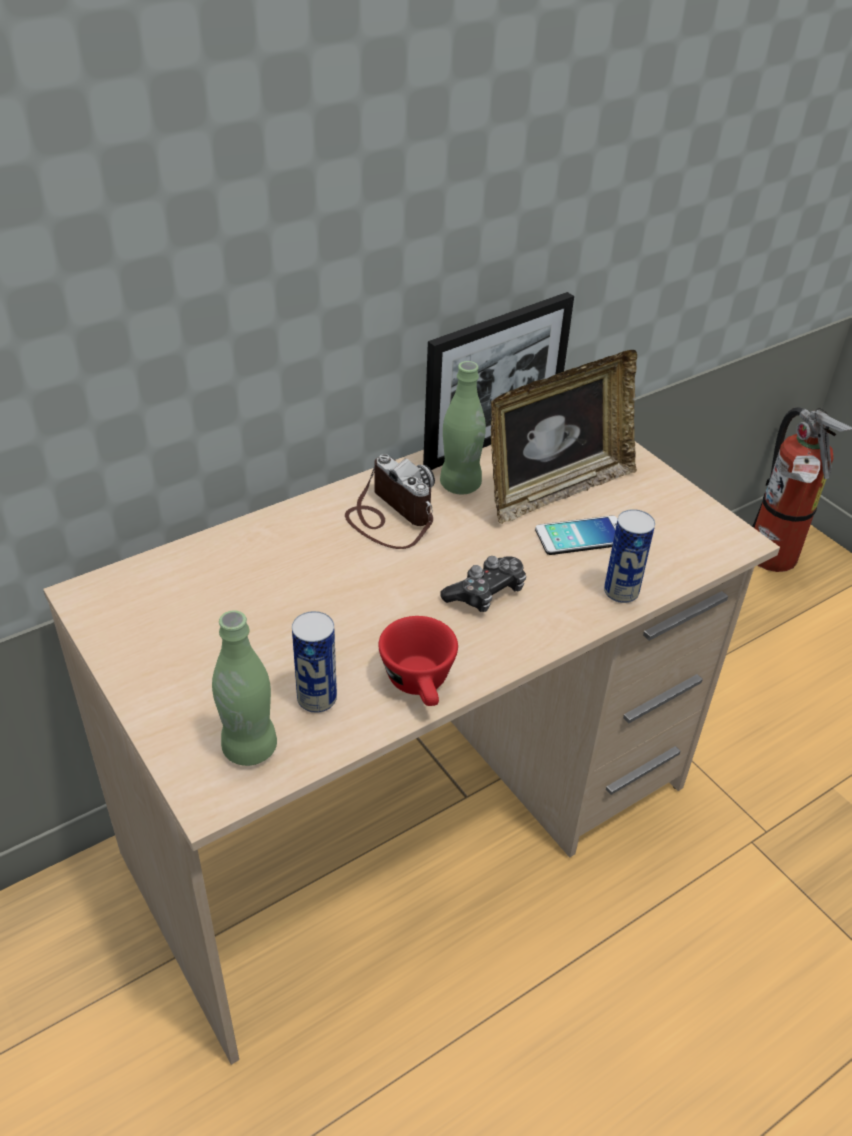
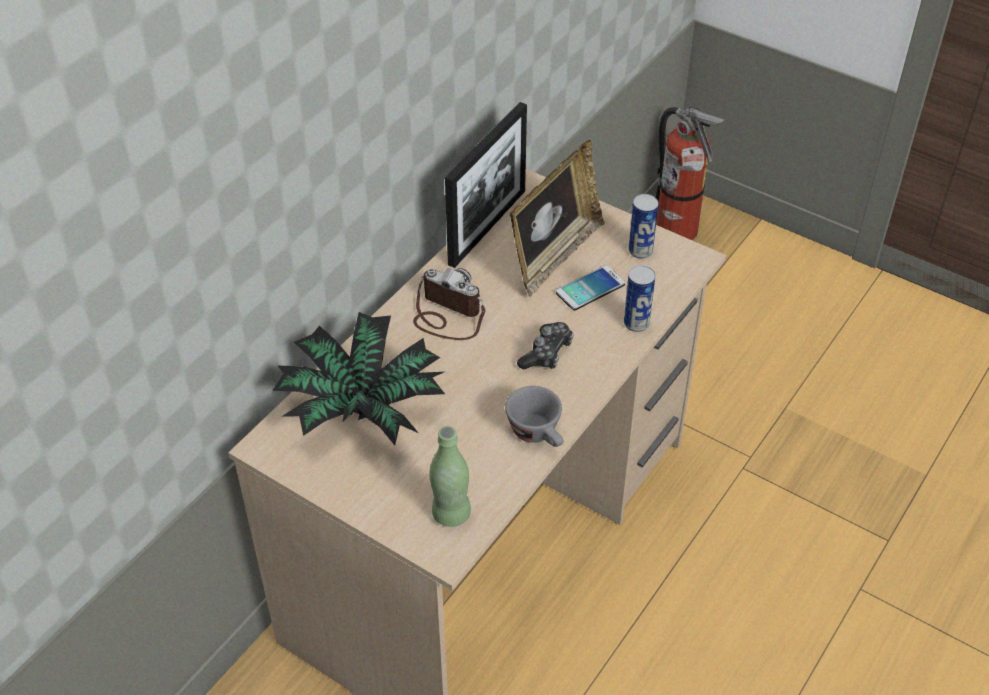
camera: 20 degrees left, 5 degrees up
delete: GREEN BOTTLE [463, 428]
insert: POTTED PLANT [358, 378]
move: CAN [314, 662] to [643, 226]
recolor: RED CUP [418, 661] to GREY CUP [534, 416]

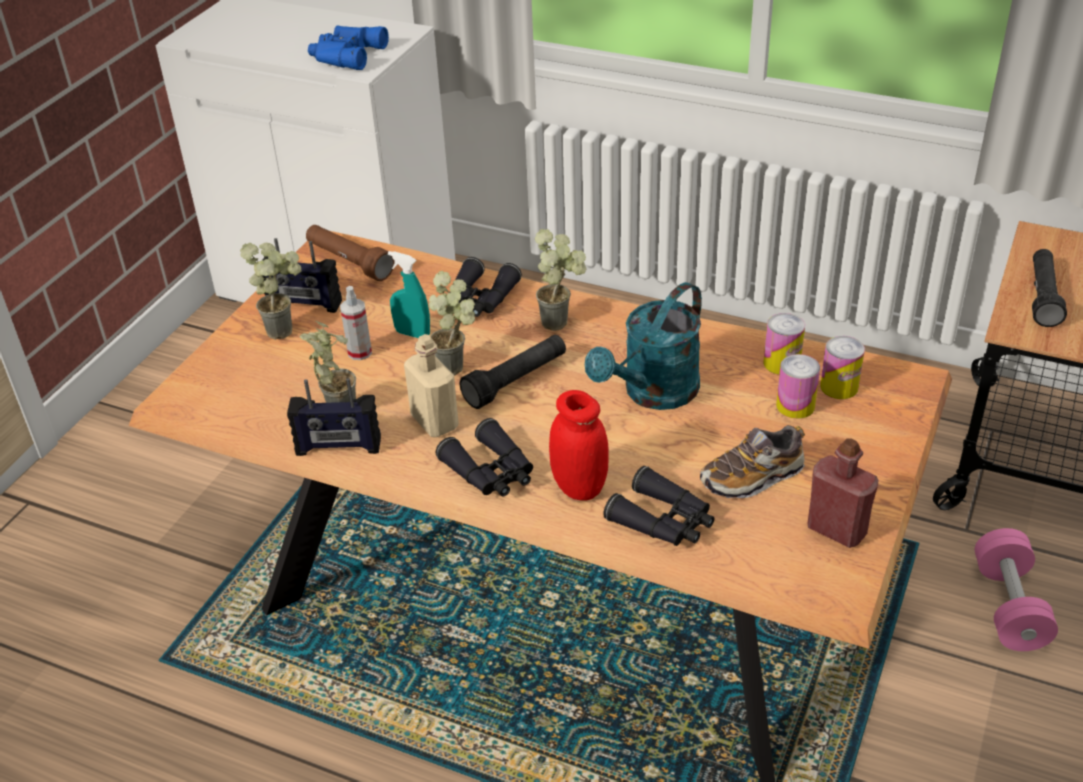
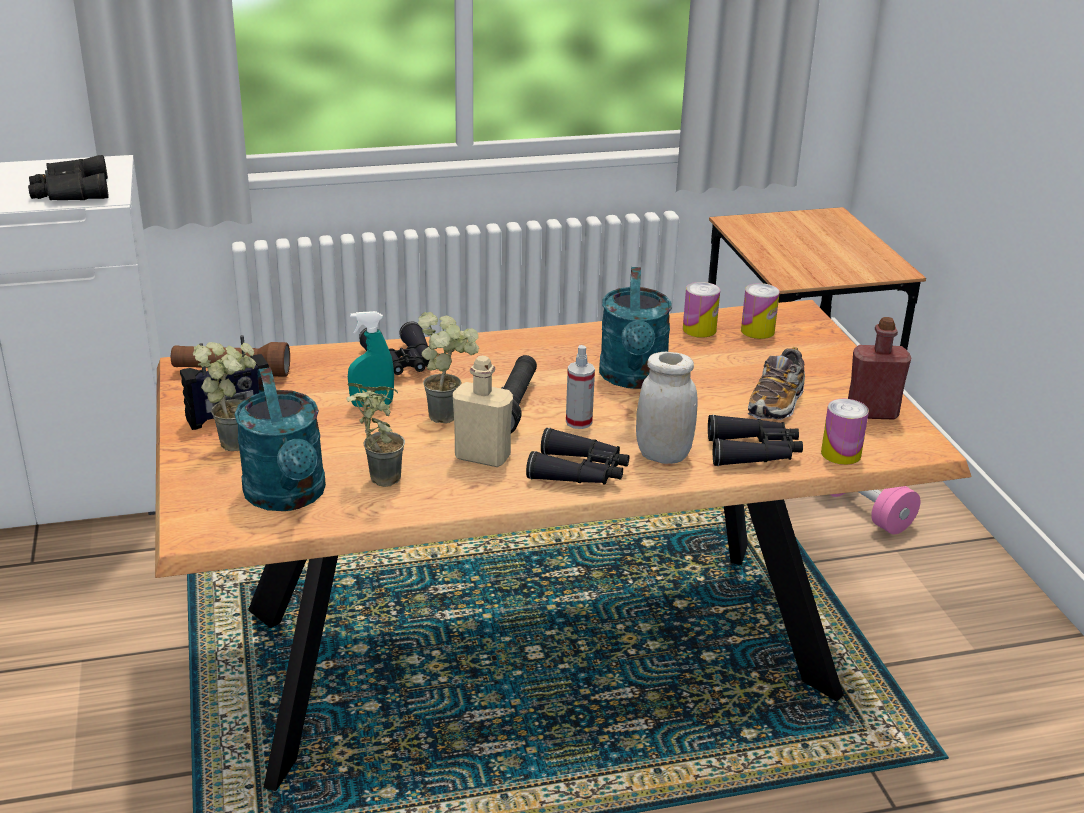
camera: 40 degrees left, 10 degrees down
delete: POTTED PLANT [560, 280]; BLACK FLASHLIGHT [1049, 288]; RADIO [334, 417]
insert: TURQUOISE WATERING CAN [280, 439]
move: SPRAY BOTTLE [356, 323] to [580, 387]; CAN [798, 386] to [845, 432]
recolor: BLUE BINOCULARS [348, 47] to BLACK BINOCULARS [68, 177]; RED JAR [579, 445] to WHITE JAR [667, 408]

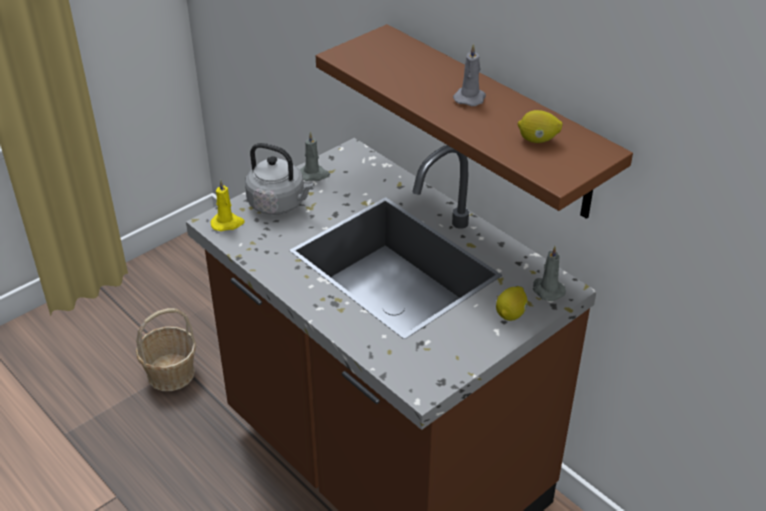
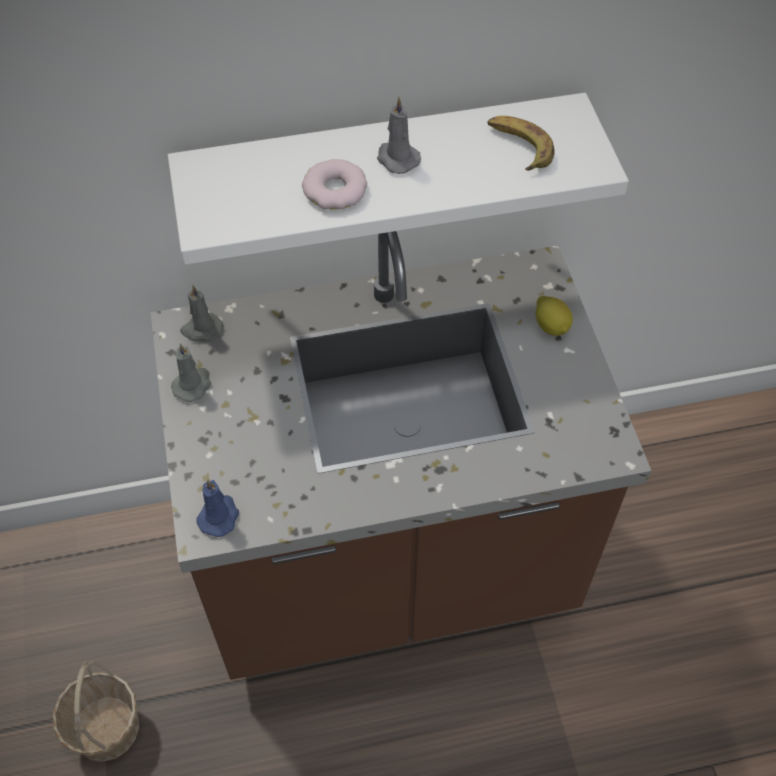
camera: 60 degrees left, 15 degrees up
delete: GREY KETTLE [280, 179]
insert: DONUT [334, 184]
move: GREY CANDLE [549, 273] to [201, 313]
replace: LEMON [540, 126] to BANANA [521, 143]
recolor: BROWN SHELF [474, 121] to WHITE SHELF [398, 179]; YELLOW CANDLE [227, 205] to BLUE CANDLE [217, 508]

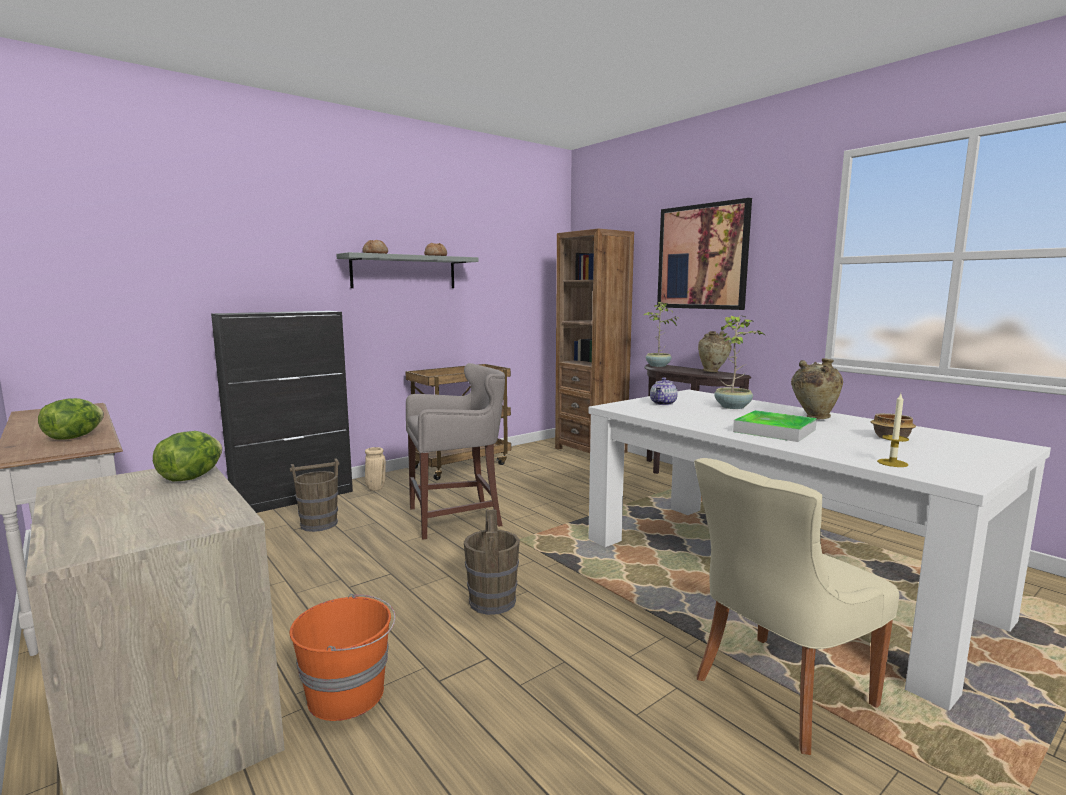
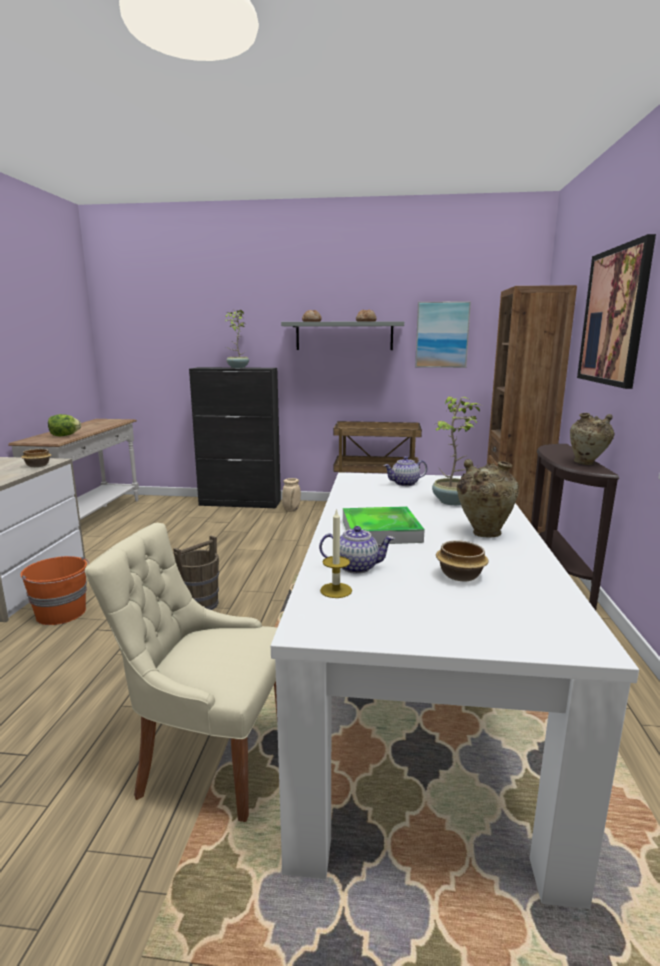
camera: 45 degrees right, 5 degrees up
delete: GREY STOOL [455, 451]; BROWN BUCKET [315, 495]
insert: PICTURE [443, 334]; TEAPOT [356, 550]
move: POTTED PLANT [661, 334] to [237, 339]
replace: LETTUCE [187, 456] to BOWL [36, 458]

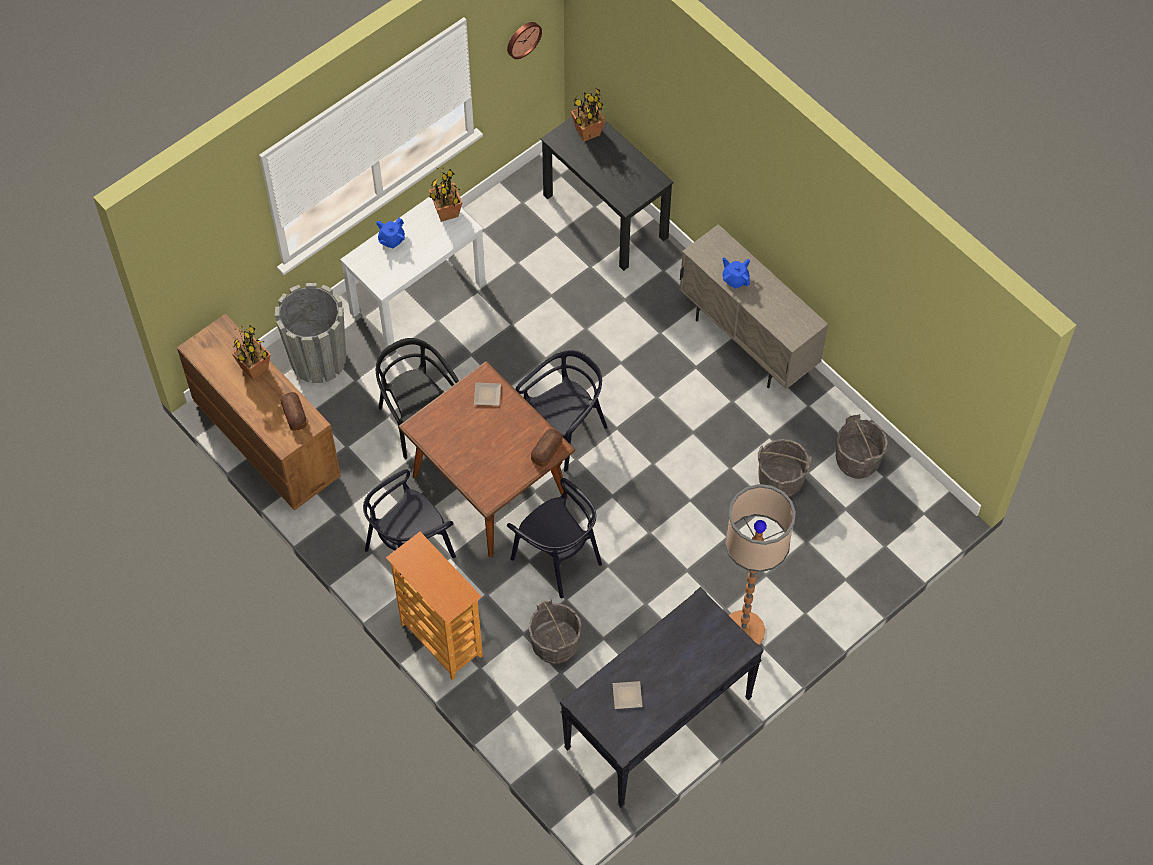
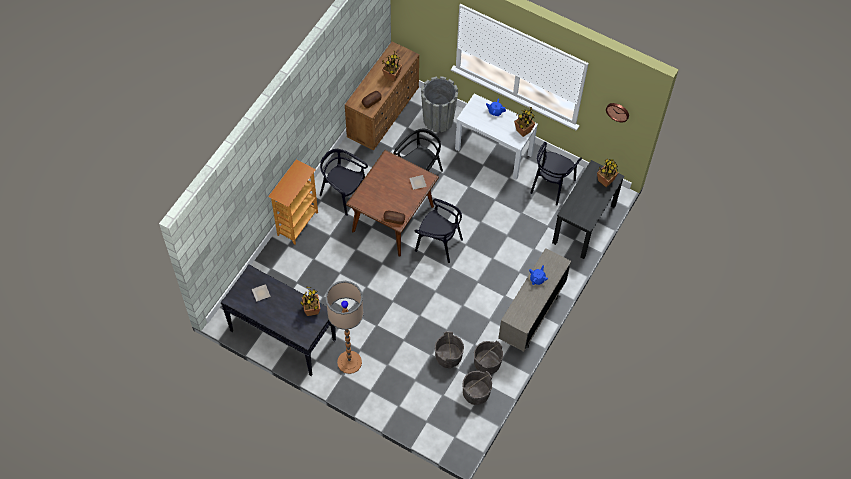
camera: 70 degrees right, 0 degrees up
insert: POTTED PLANT [310, 301]
move: BLACK CHAIR [554, 538] to [556, 173]; GREY BUCKET [555, 631] to [488, 358]

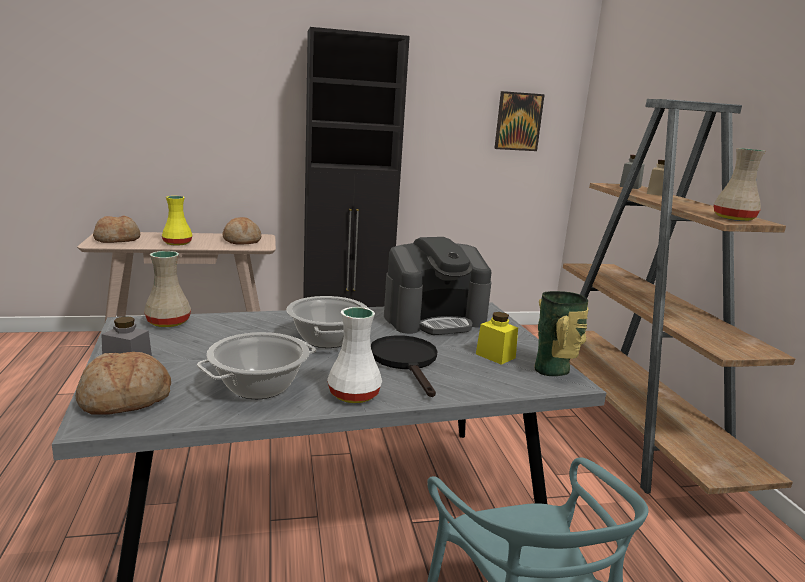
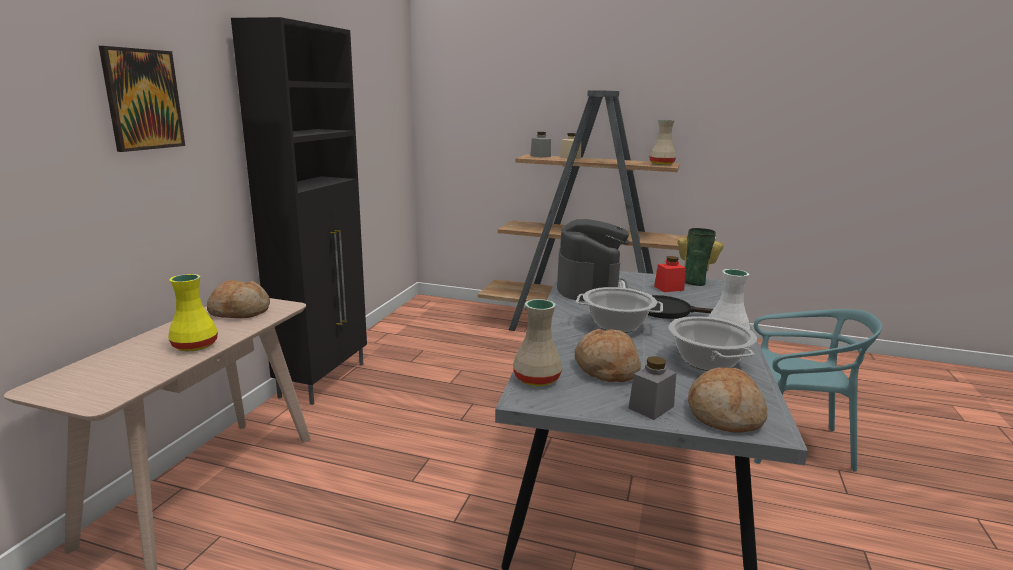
camera: 60 degrees left, 0 degrees up
move: PICTURE [519, 121] to [142, 99]; BREAD [116, 229] to [608, 355]
recolor: YELLOW JAR [497, 338] to RED JAR [670, 274]

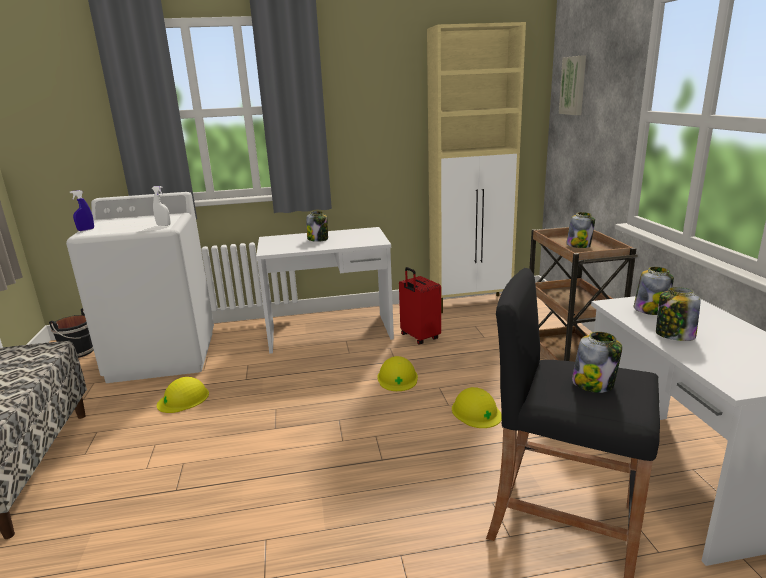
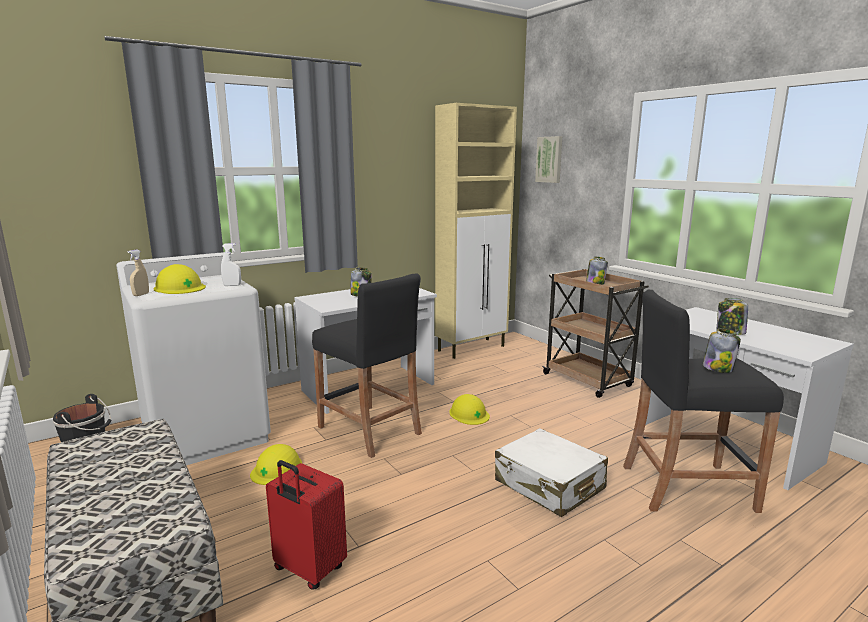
camera: 25 degrees left, 5 degrees down
delete: JAR [654, 291]
insert: BLACK STOOL [367, 365]; WHITE SUITCASE [551, 472]
move: RED SUITCASE [420, 306] to [306, 525]; YELLOW HARD HAT [477, 407] to [180, 279]
recolor: BLUE SPRAY BOTTLE [82, 210] to BEIGE SPRAY BOTTLE [138, 273]

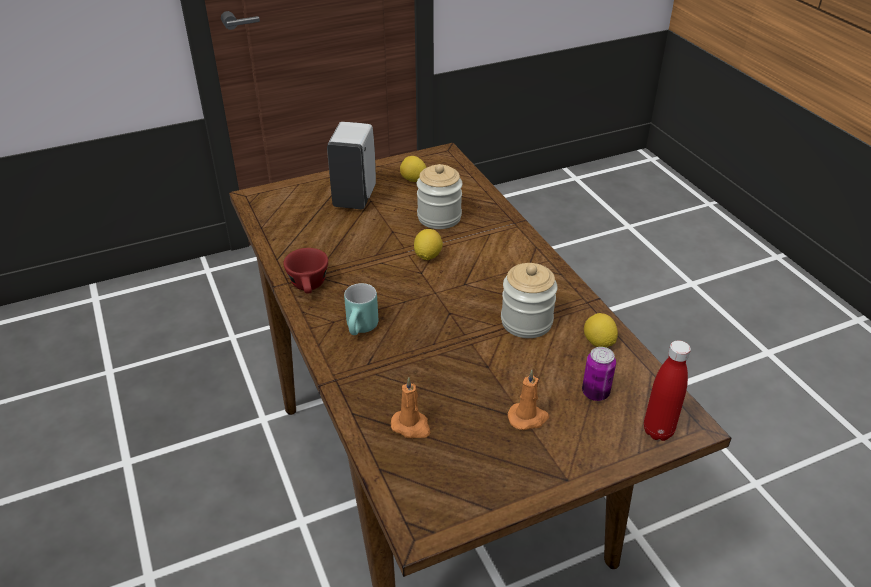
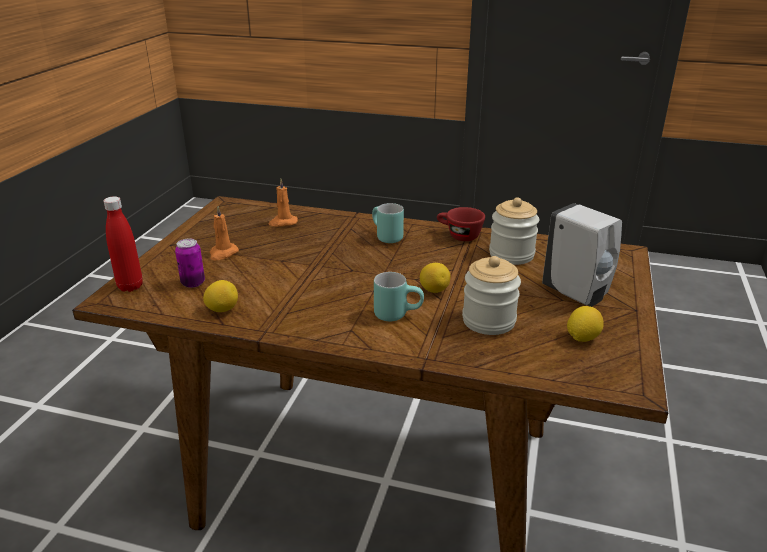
camera: 130 degrees right, 10 degrees down
insert: TURQUOISE MUG [399, 296]
move: JAR [529, 300] to [514, 231]

